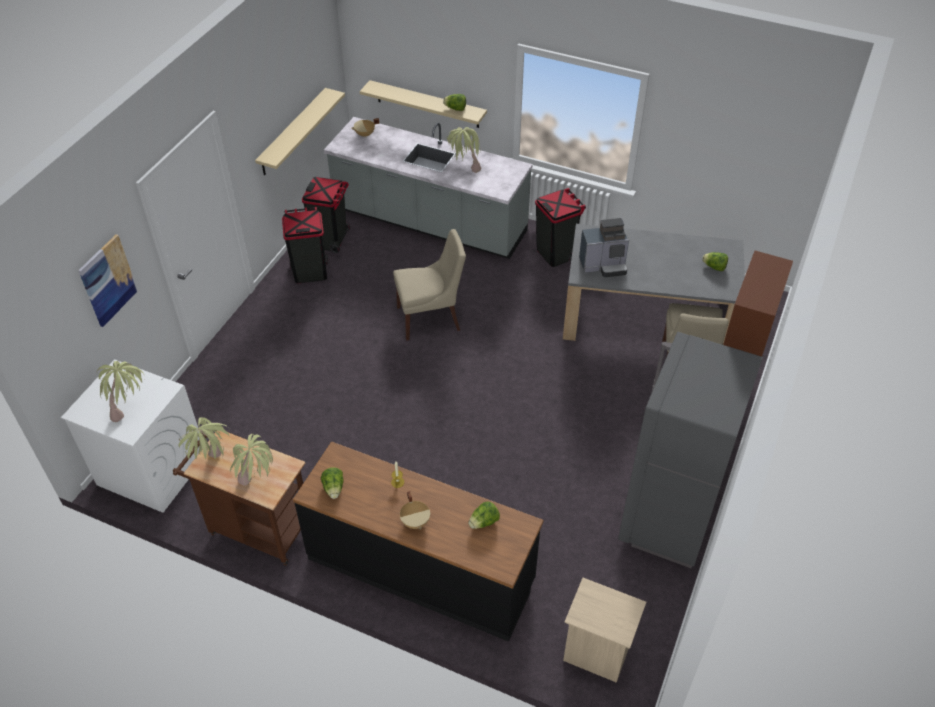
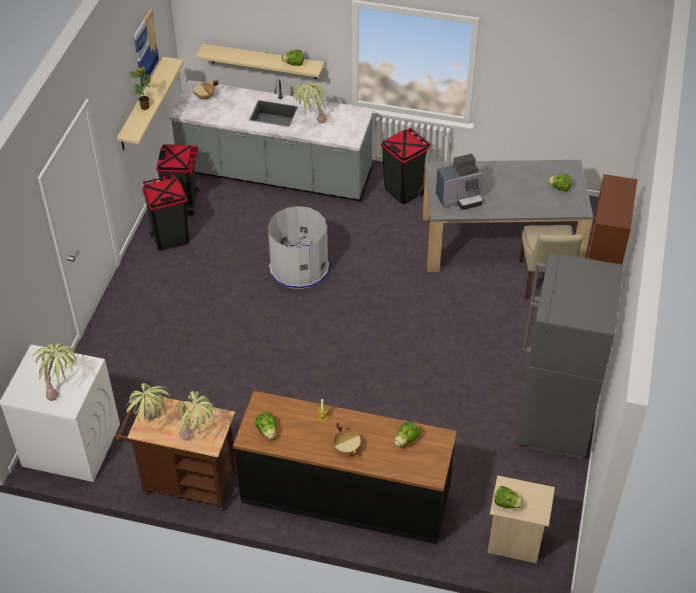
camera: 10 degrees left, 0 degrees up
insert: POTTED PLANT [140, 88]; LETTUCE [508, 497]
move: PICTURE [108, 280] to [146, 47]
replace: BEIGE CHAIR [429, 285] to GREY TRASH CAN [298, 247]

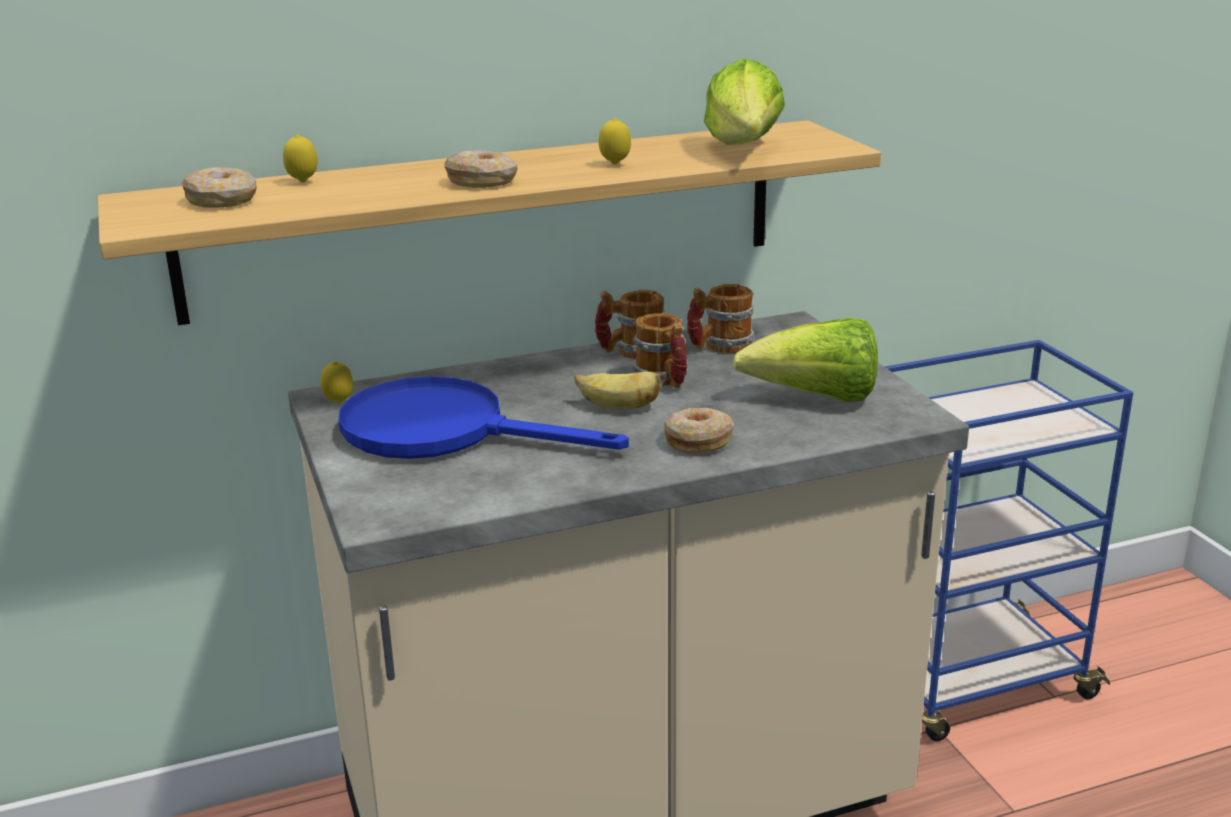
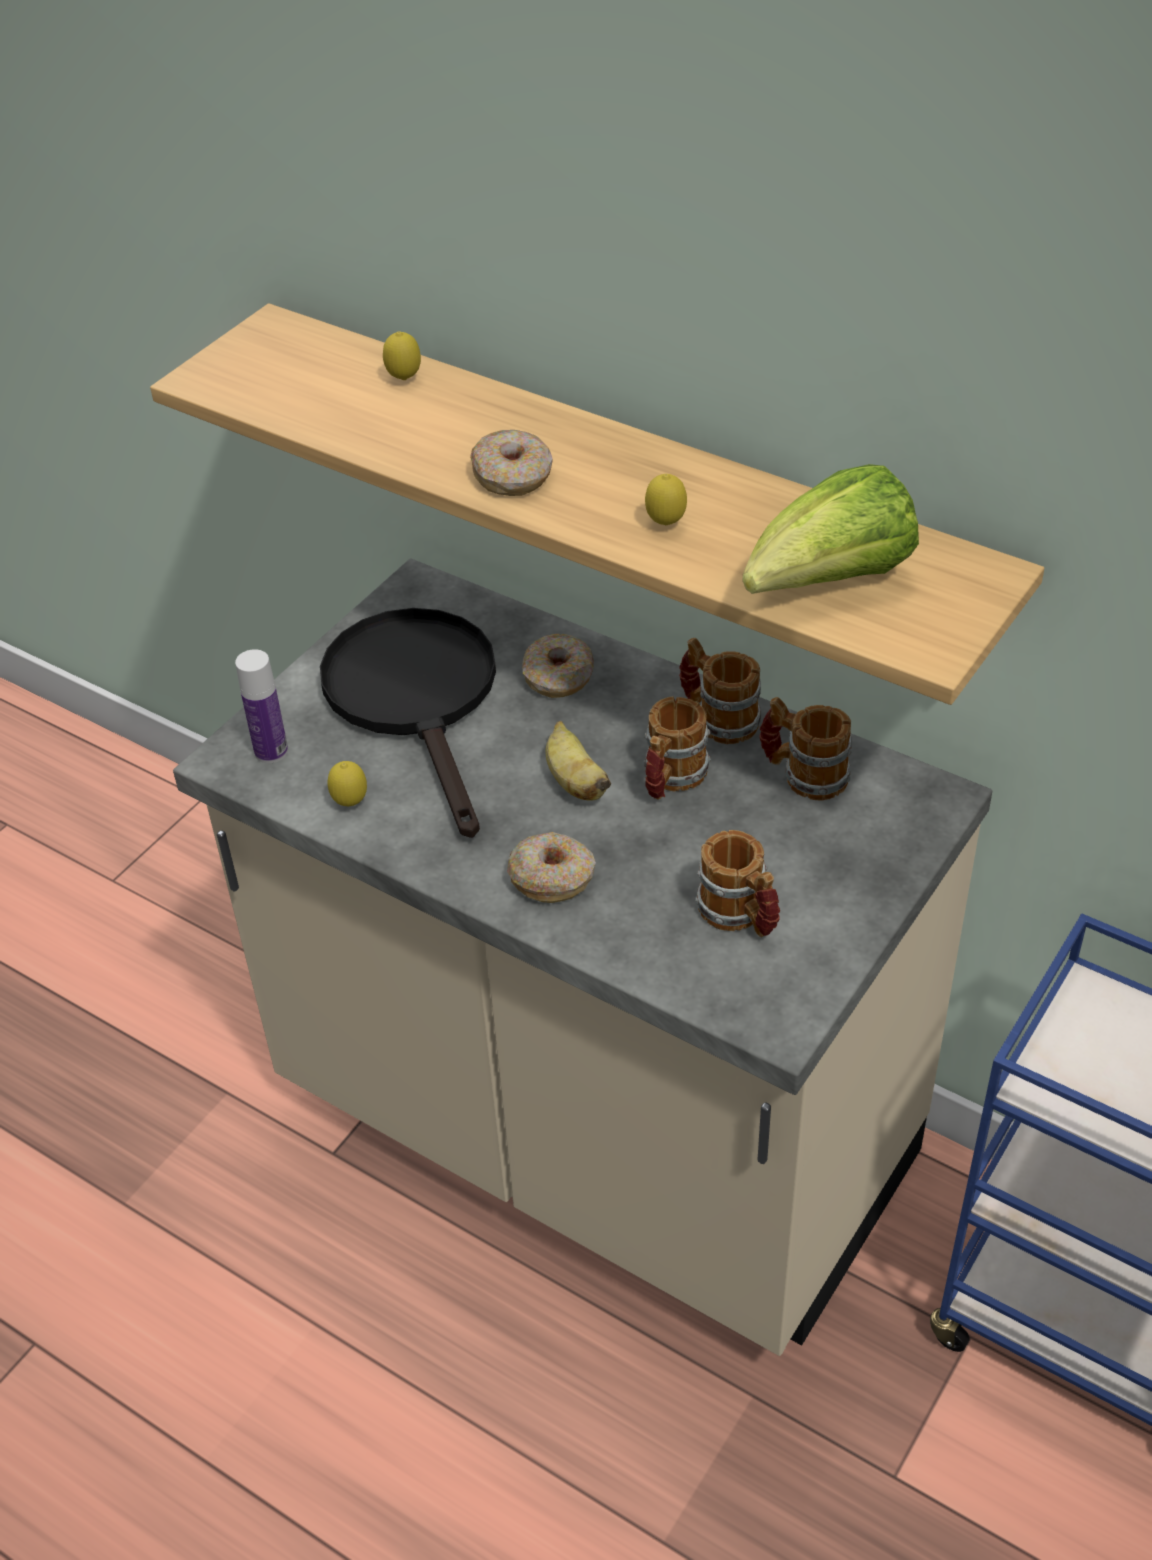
camera: 55 degrees right, 20 degrees up
insert: BOTTLE [261, 706]
move: DONUT [219, 187] to [558, 666]; LEMON [336, 382] to [347, 783]
replace: LETTUCE [805, 359] to MUG [737, 883]
recolor: BLUE FRYING PAN [484, 417] to BLACK FRYING PAN [408, 723]

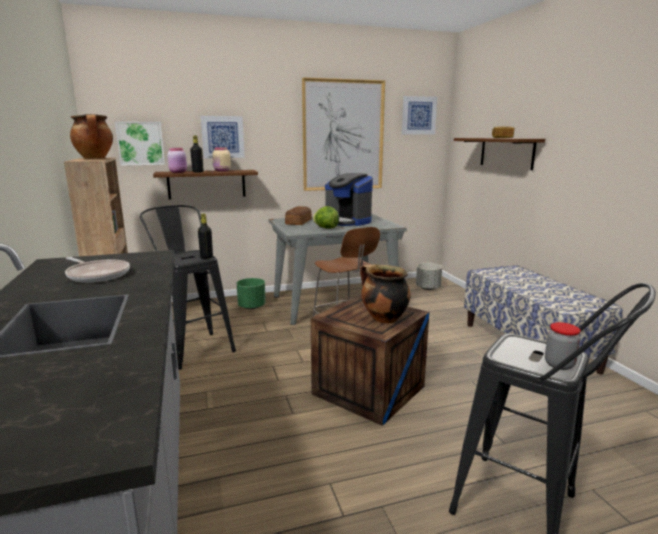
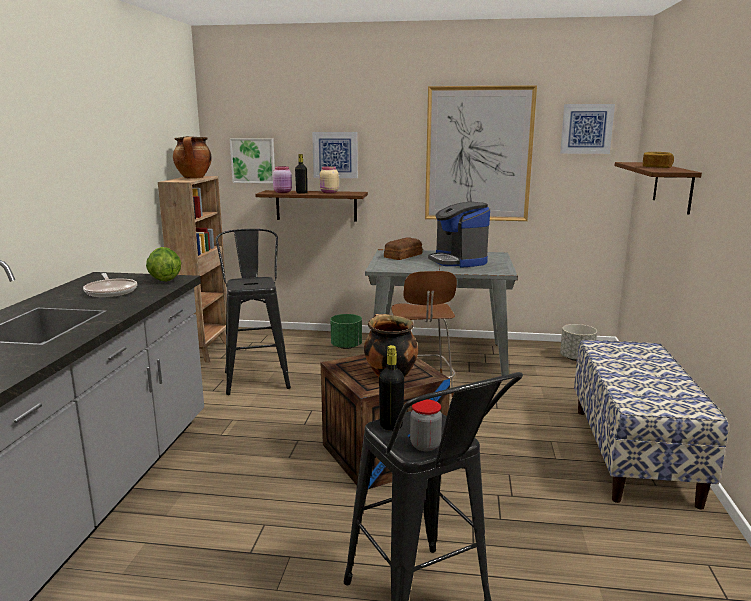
camera: 25 degrees right, 0 degrees up
move: LETTUCE [325, 217] to [163, 264]; BLACK BOTTLE [205, 236] to [391, 388]

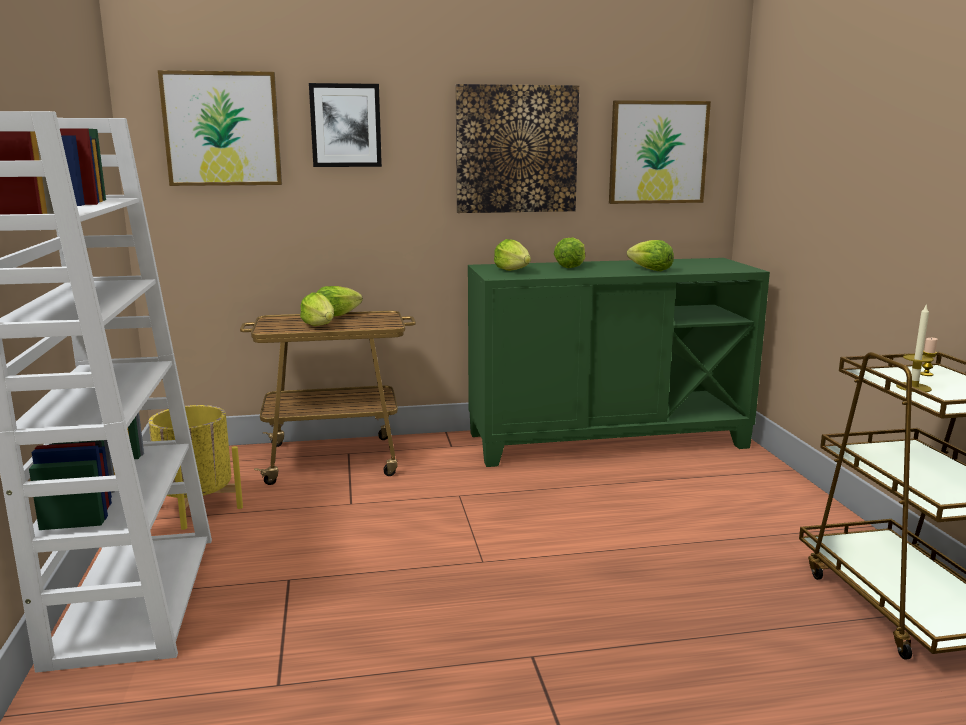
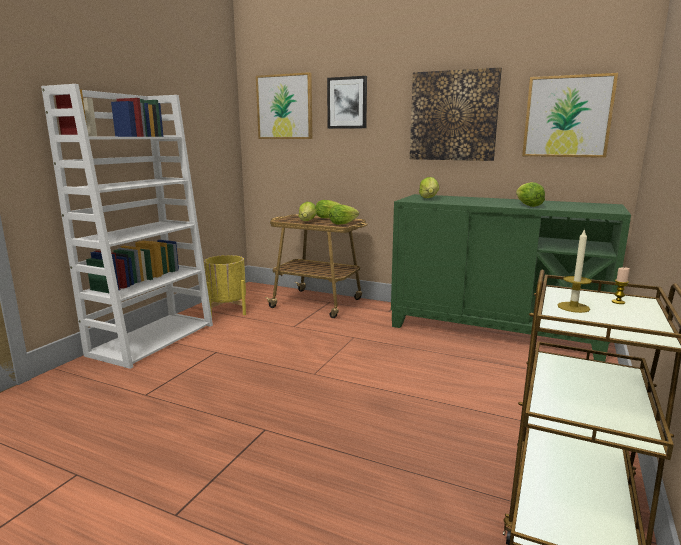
camera: 35 degrees right, 0 degrees up
move: LETTUCE [569, 252] to [344, 215]

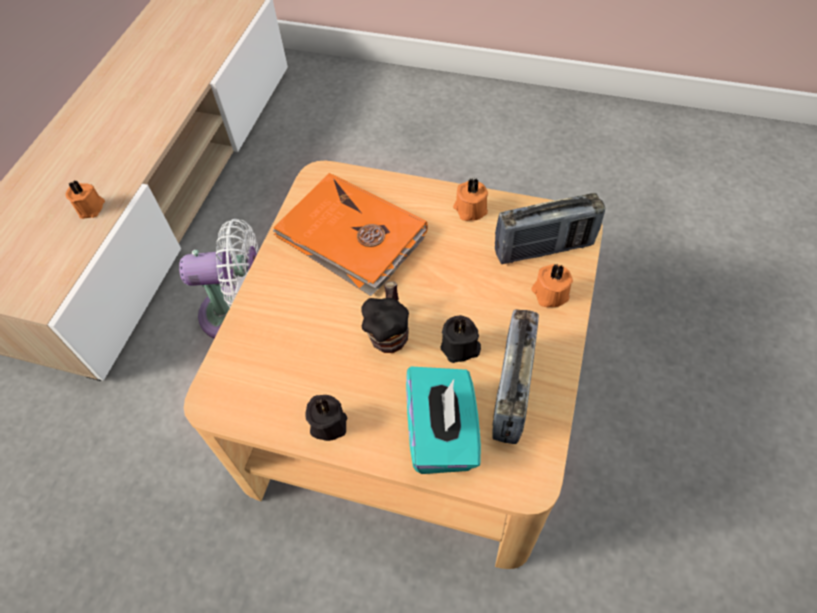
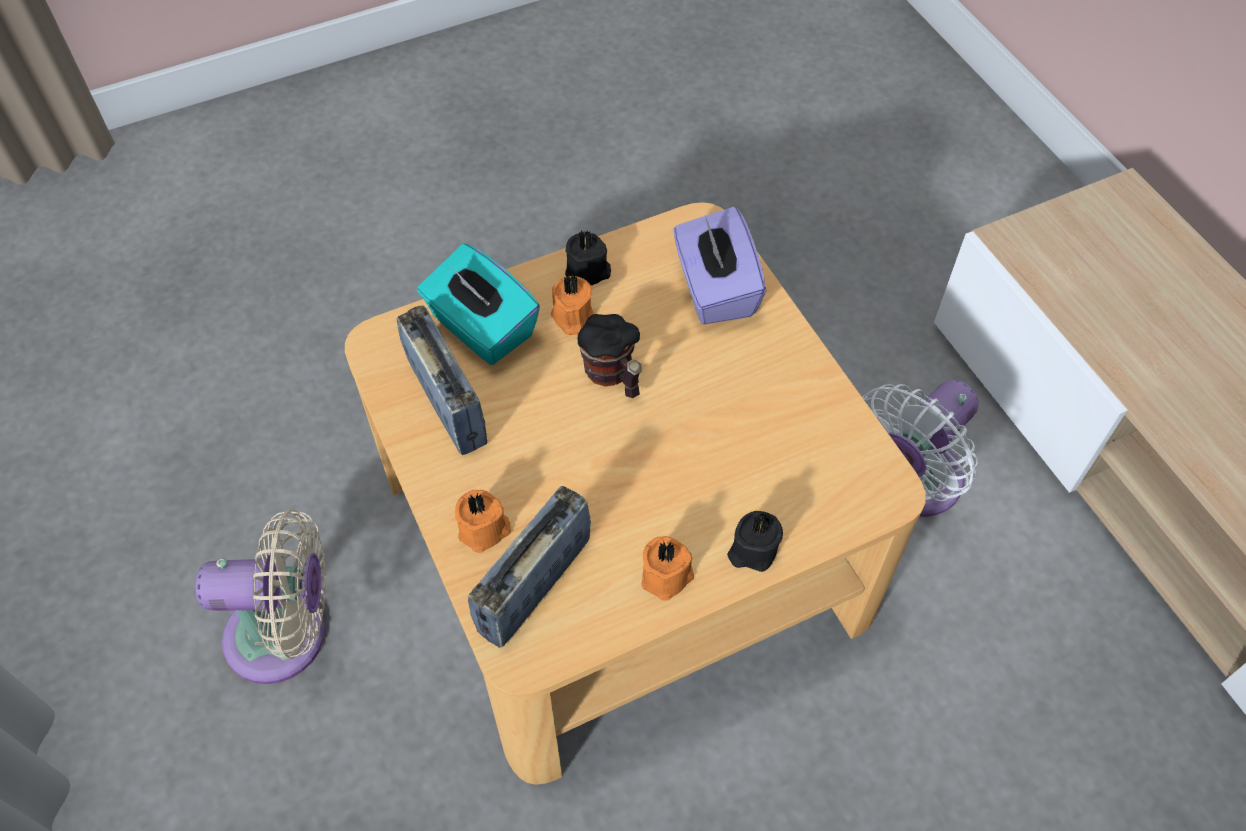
camera: 135 degrees right, 0 degrees up
delete: ORANGE BOOK [350, 234]
insert: PURPLE TISSUE BOX [719, 265]; BEIGE FAN [260, 597]
move: ORANGE CANDLE [85, 199] to [572, 304]; BLACK CANDLE [460, 339] to [755, 541]

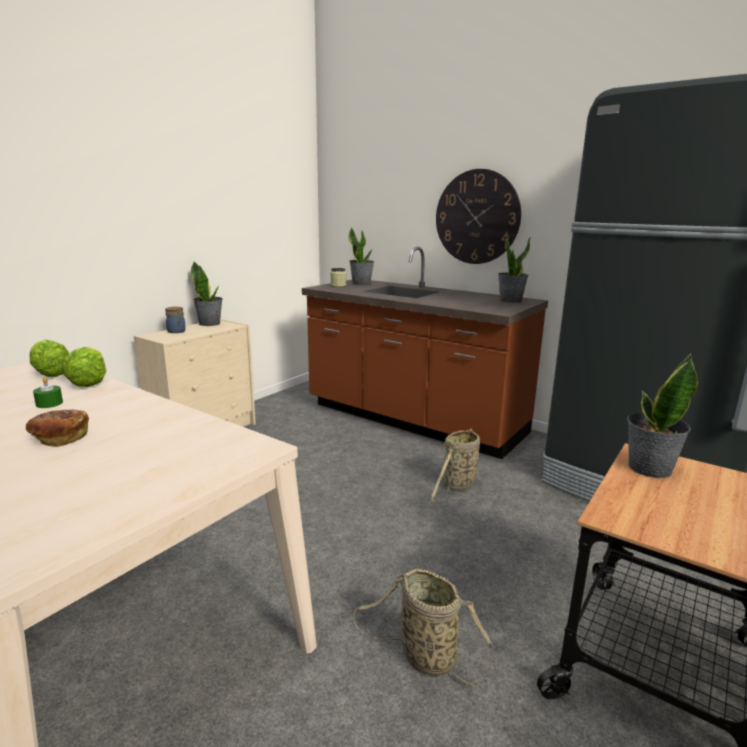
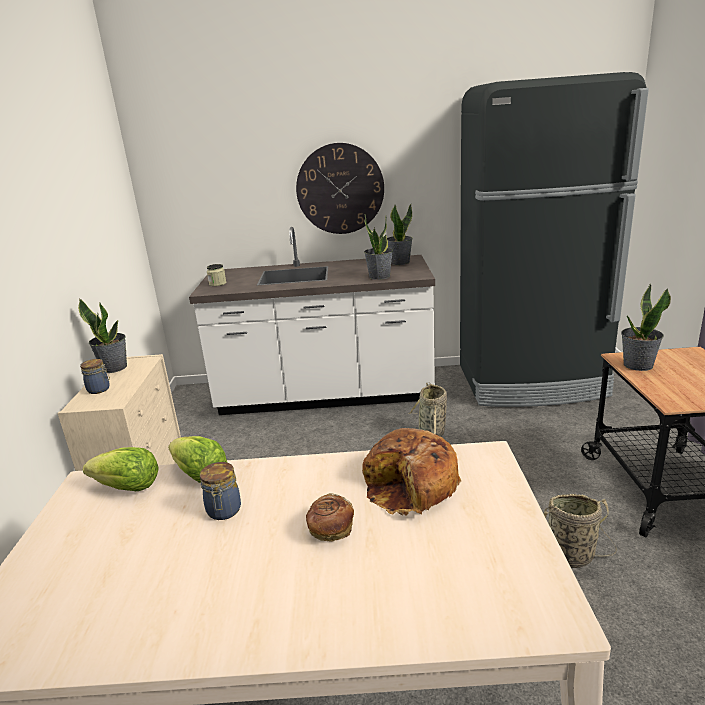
camera: 35 degrees left, 5 degrees up
insert: BREAD [411, 472]
move: POTTED PLANT [361, 256] to [378, 247]
replace: GREEN CANDLE [48, 392] to JAR [220, 491]
recolor: BROWN COUNTER [425, 353] to WHITE COUNTER [312, 321]

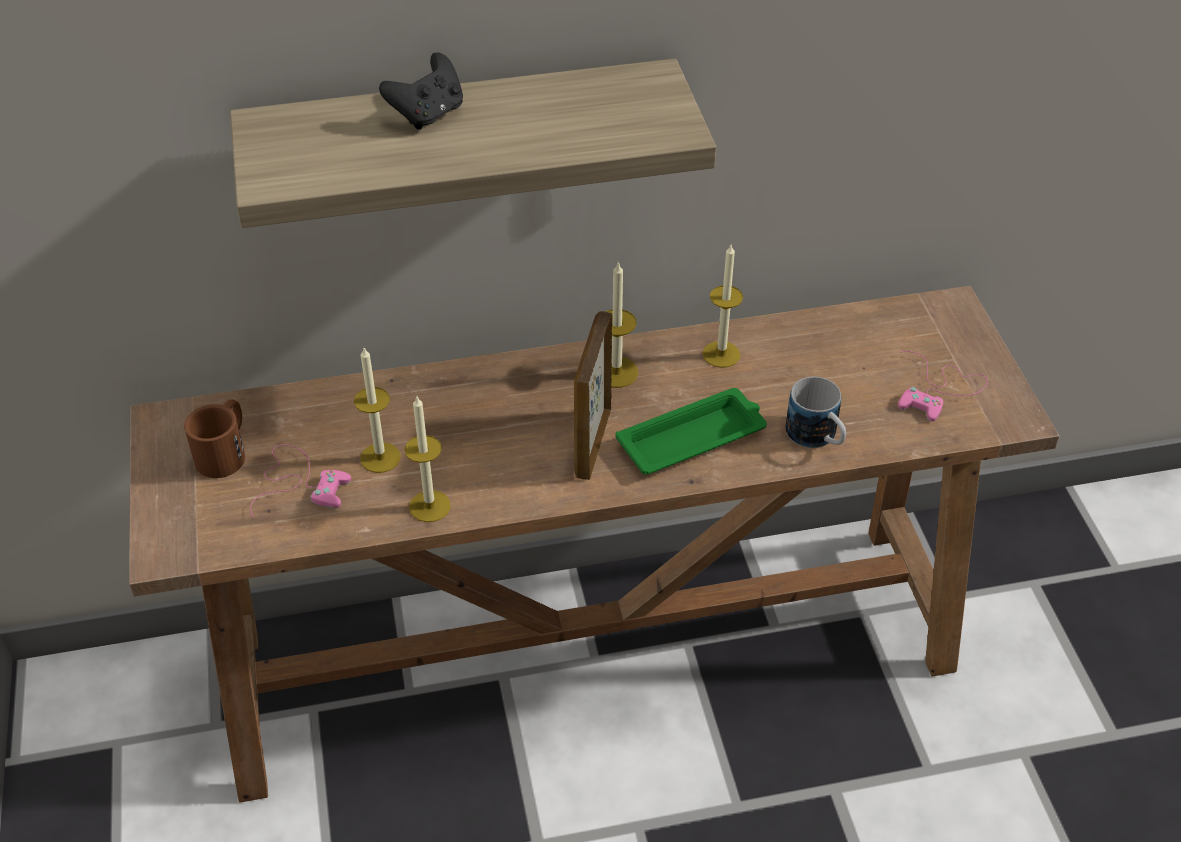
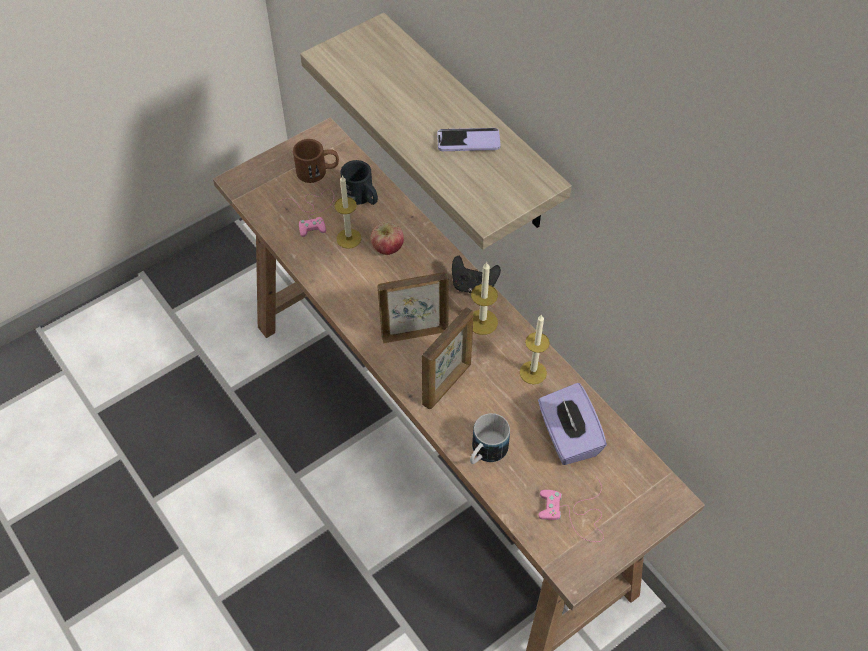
camera: 65 degrees right, 10 degrees up
delete: CANDLE [428, 459]
insert: PHONE [469, 139]; BLACK MUG [359, 182]; APPLE [387, 239]; PURPLE TISSUE BOX [572, 424]
move: BLACK GAME CONTROLLER [421, 91] to [476, 274]
replace: GREEN TRAY [691, 431] to PICTURE FRAME [447, 358]

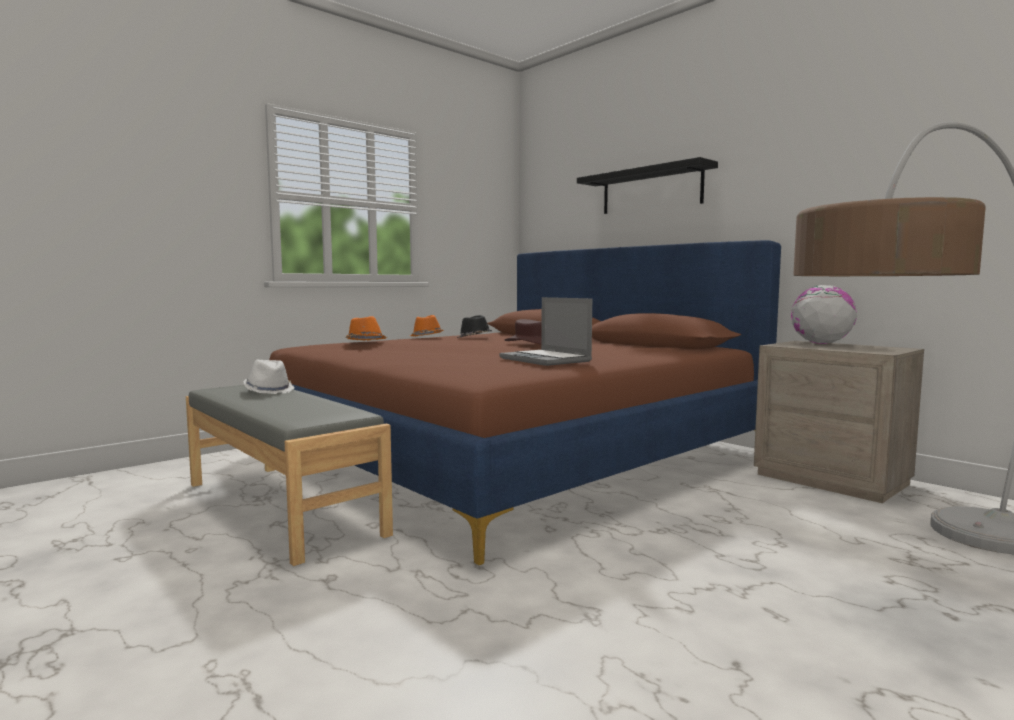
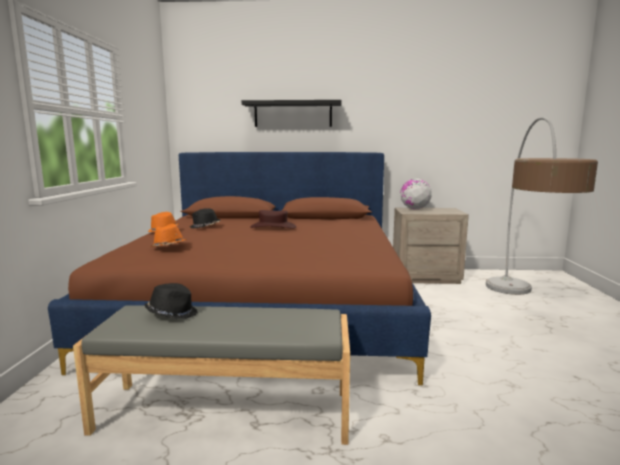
camera: 45 degrees left, 5 degrees up
delete: LAPTOP [545, 331]
recolor: WHITE HAT [268, 377] to BLACK HAT [171, 301]

